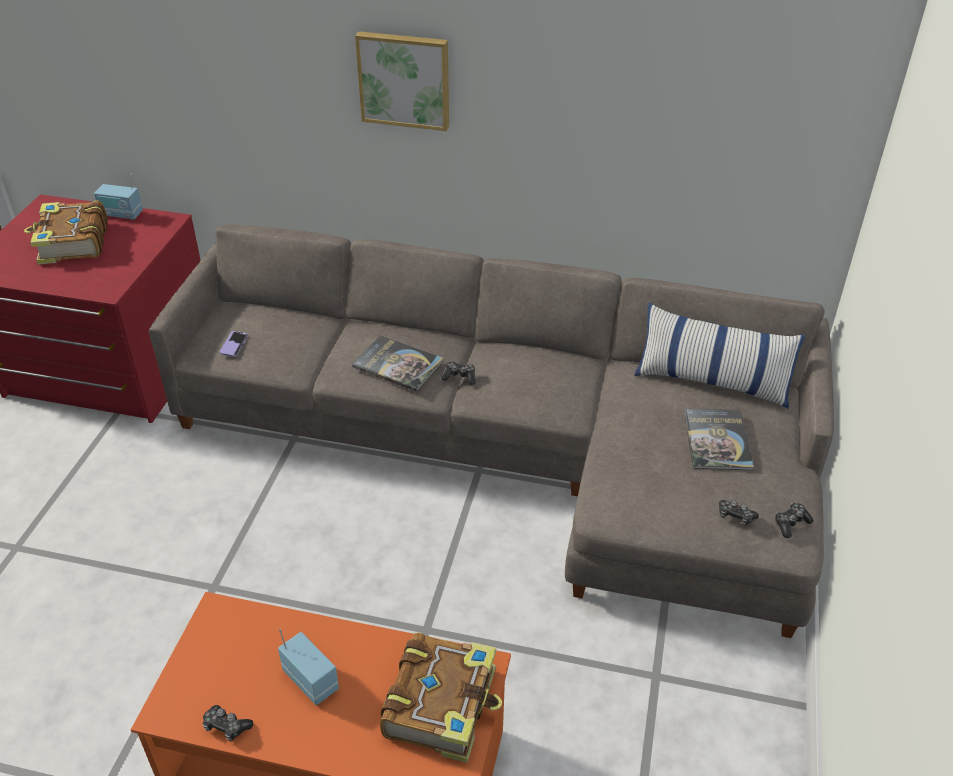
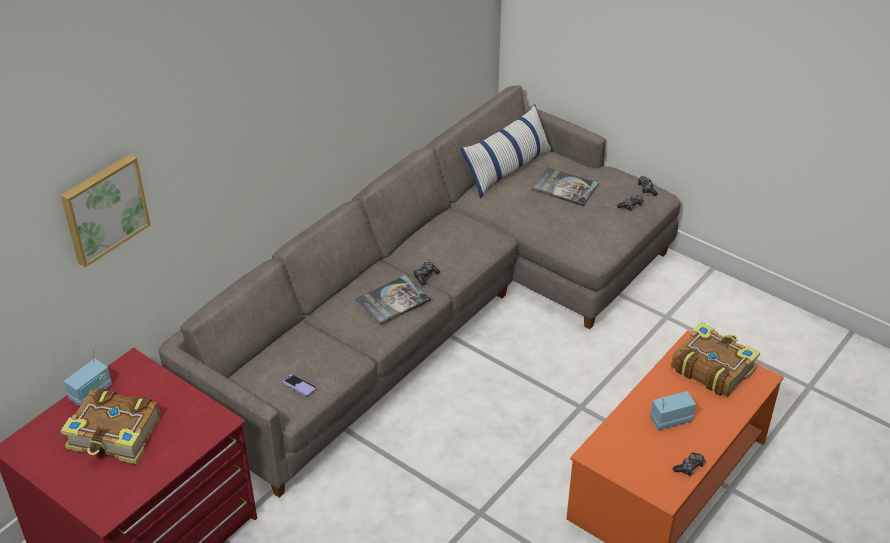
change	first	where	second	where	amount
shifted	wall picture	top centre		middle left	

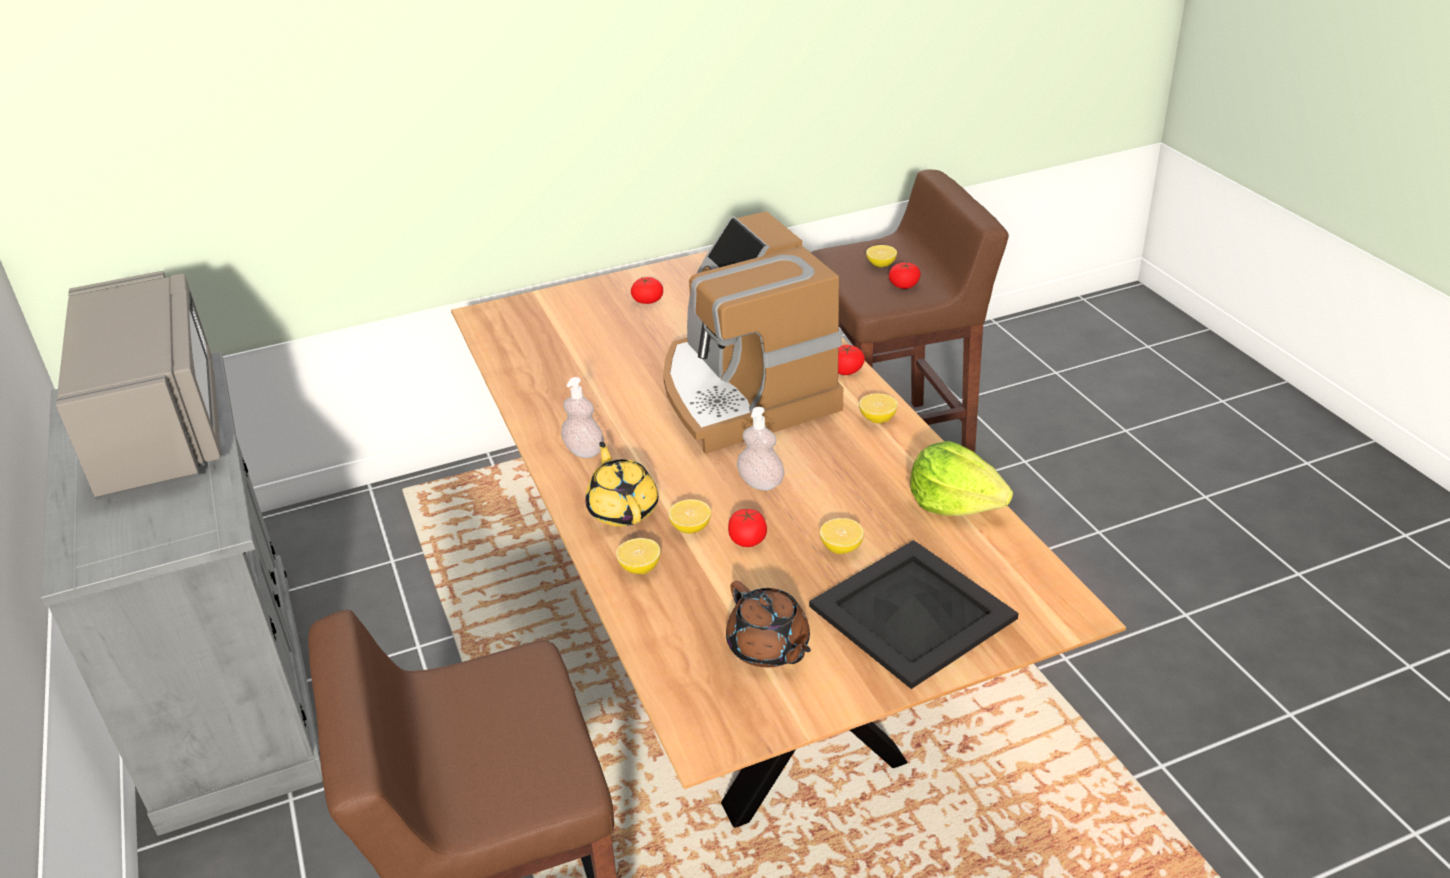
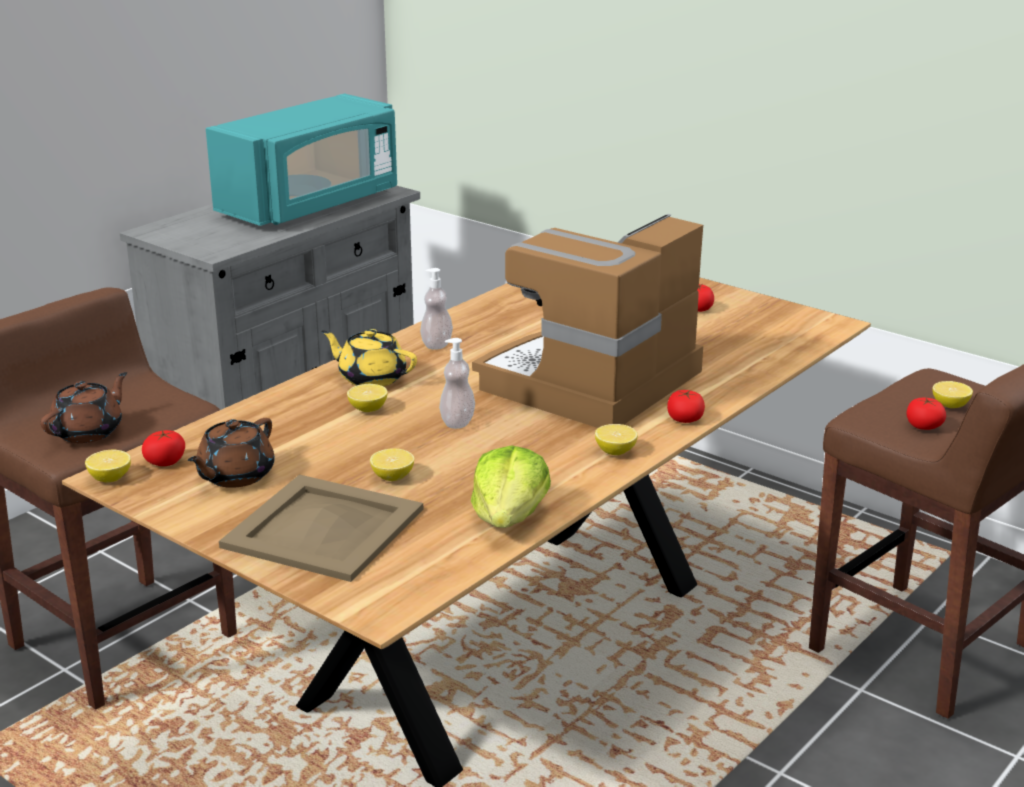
change	first	where	second	where	amount
new			brown tea pot (no. 1 from left)	middle left	
shifted	citrus fruit (no. 1 from left)	centre		middle left	
shifted	whole tomato (no. 2 from left in the first image)	centre	whole tomato (no. 1 from left)	middle left	
repainted	gray kitchen microwave	middle left	turquoise-coloured kitchen microwave	top left	
repainted	blackish tray	bottom centre	beige tray	bottom left	
rotated	yellow-coloured tea pot	centre		centre	105 degrees counterclockwise

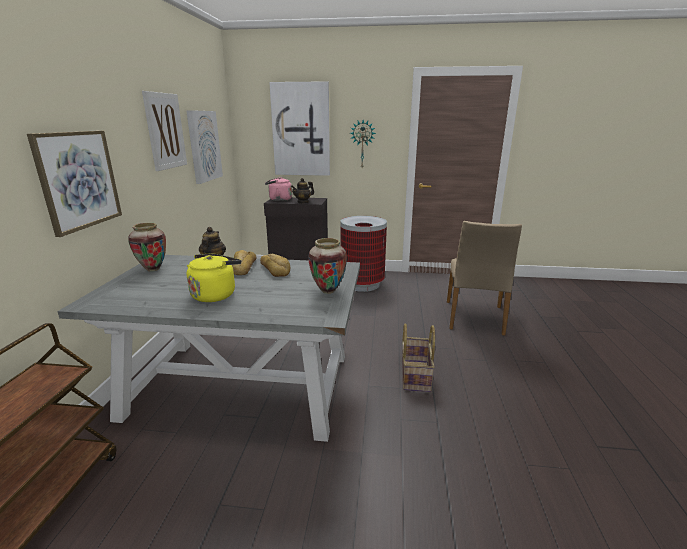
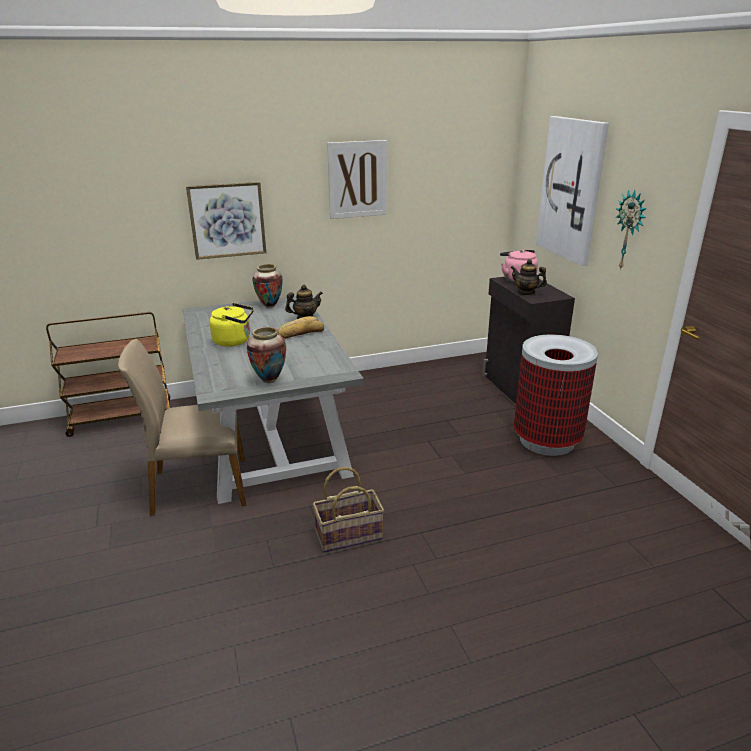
change	first	where	second	where	amount
shifted	beige upright chair	middle right		middle left	
gone	wall picture (no. 3 from left)	top left			
gone	baked bread (no. 2 from left)	centre			

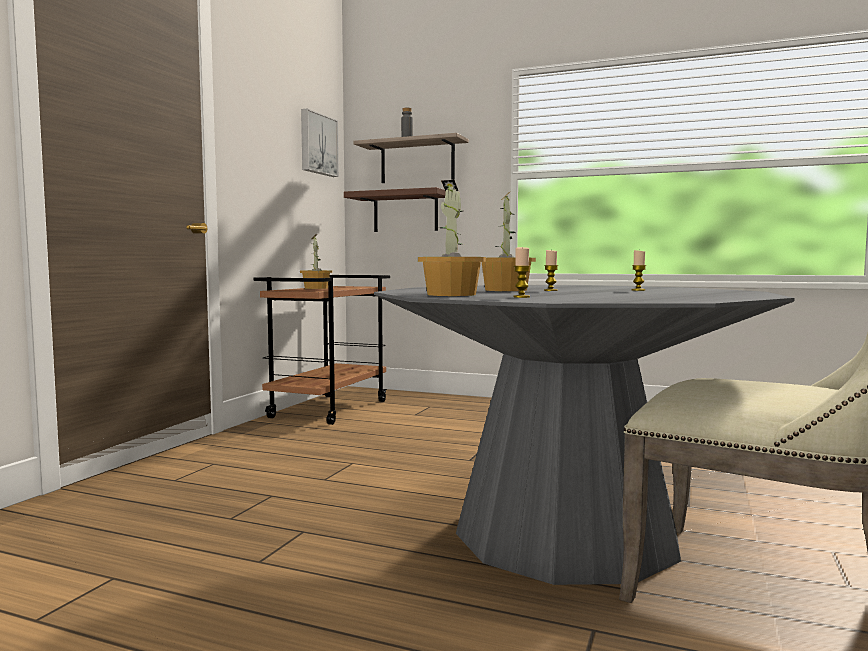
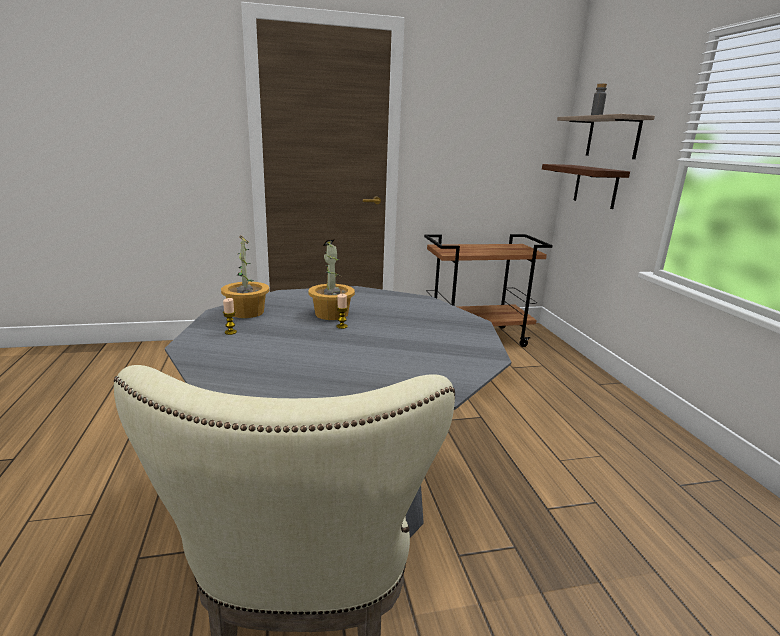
change	first	where	second	where	amount
gone	potted plant (no. 1 from left)	centre			
gone	wall picture	top centre			
gone	wax light (no. 3 from left)	middle right			

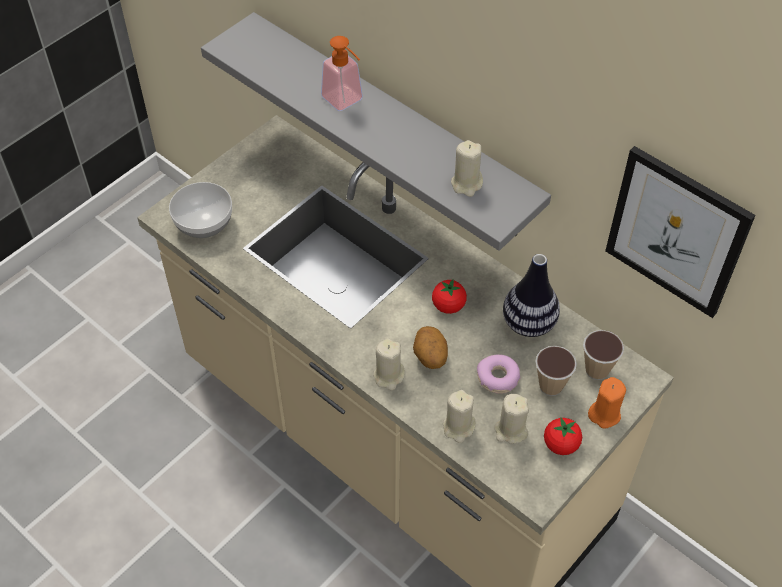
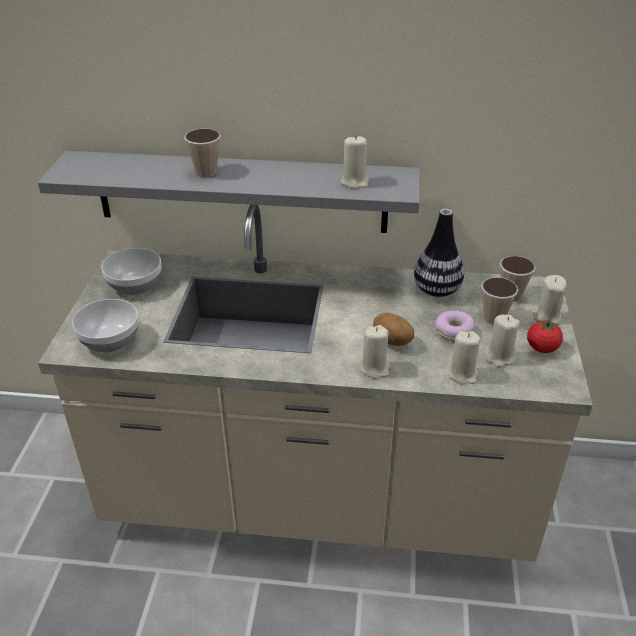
change	first	where	second	where	amount
new			deep dish (no. 2 from left)	middle left	
swapped	soap dispenser	top centre	drinking cup (no. 1 from left)	top left	
repainted	orange wax light	bottom right	beige wax light (no. 5 from left)	middle right	
gone	whole tomato (no. 1 from left)	centre			
gone	wall picture	middle right			

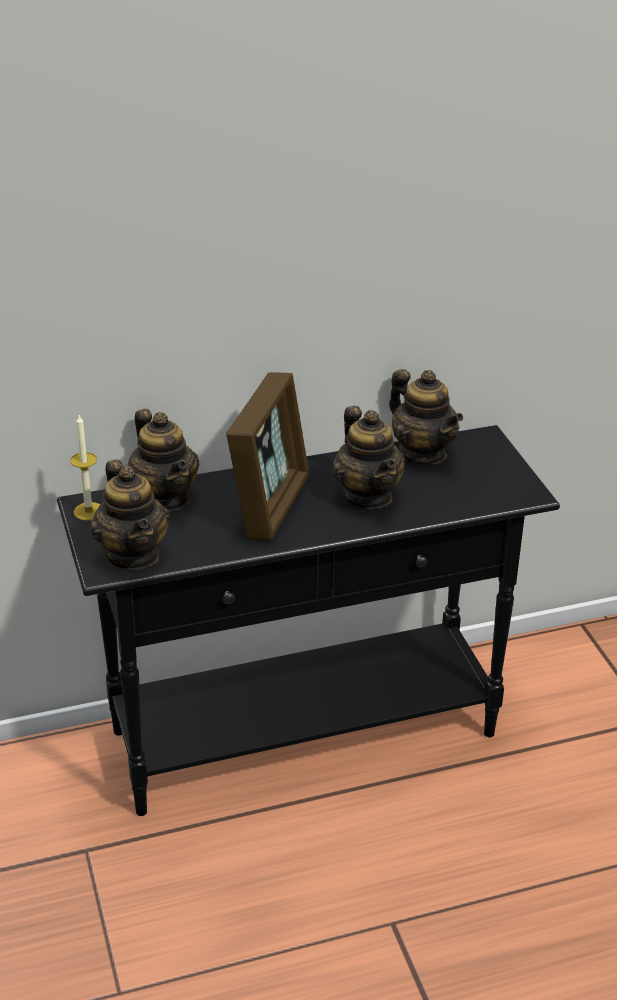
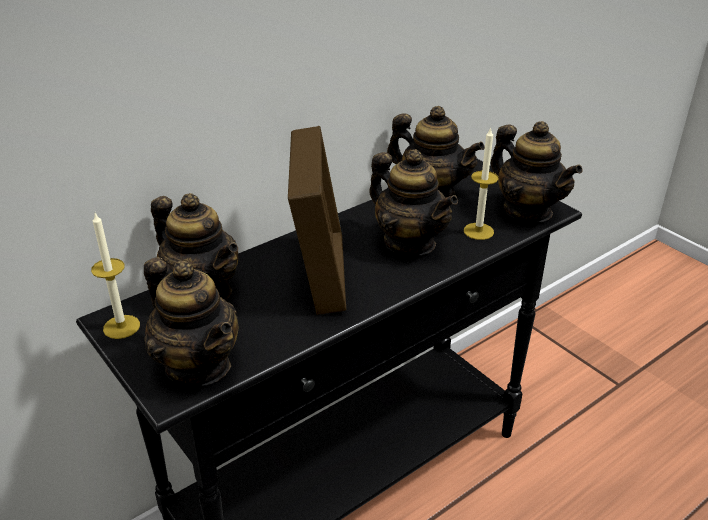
change	first	where	second	where	amount
new			wax light (no. 2 from left)	middle right	
new			tea pot (no. 5 from left)	top right	

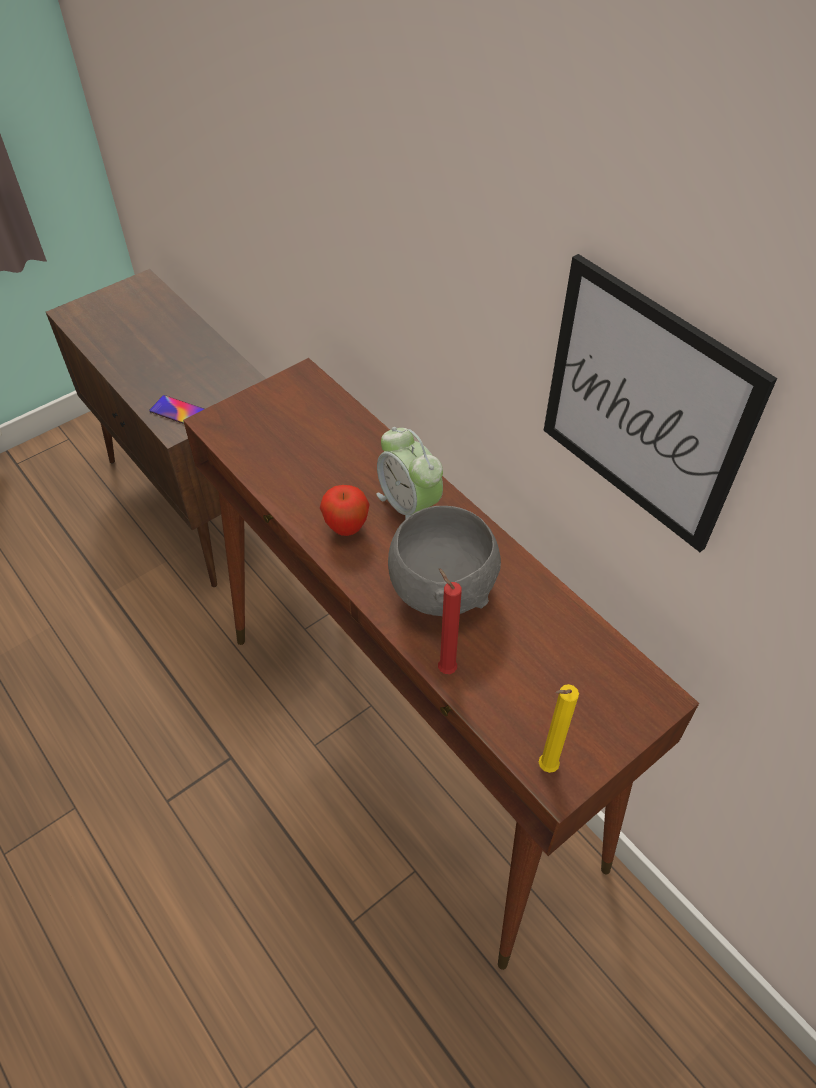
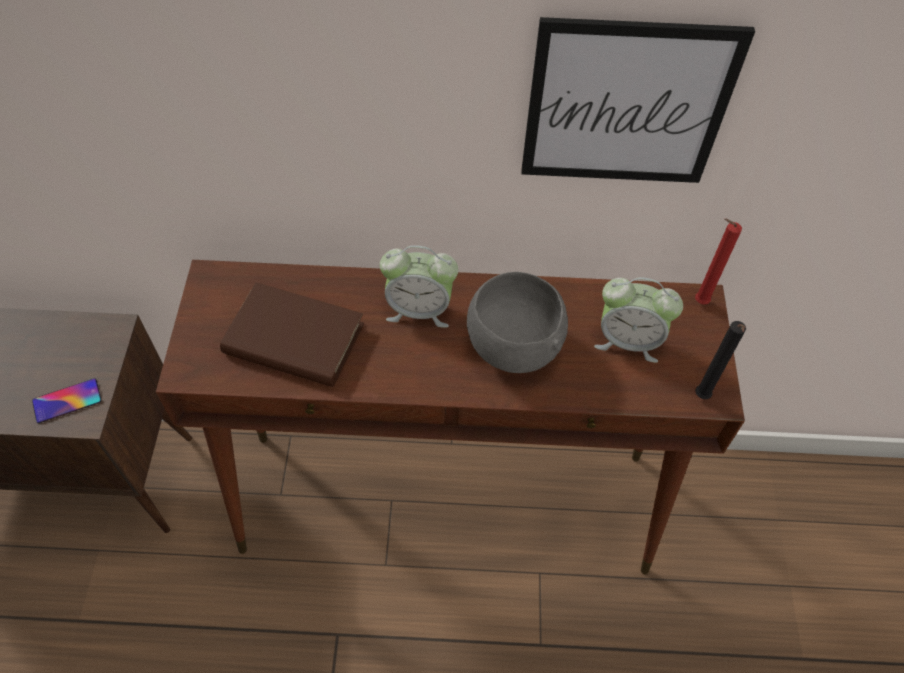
change	first	where	second	where	amount
new			brown bound book	middle left	
new			alarm clock (no. 2 from left)	middle right	
shifted	reddish wax light	centre		middle right	
repainted	yellow-coloured wax light	bottom right	blackish wax light	middle right	
gone	apple fruit	centre			

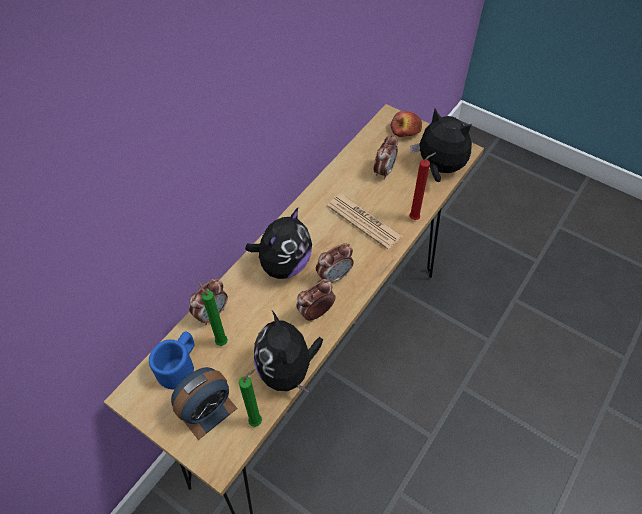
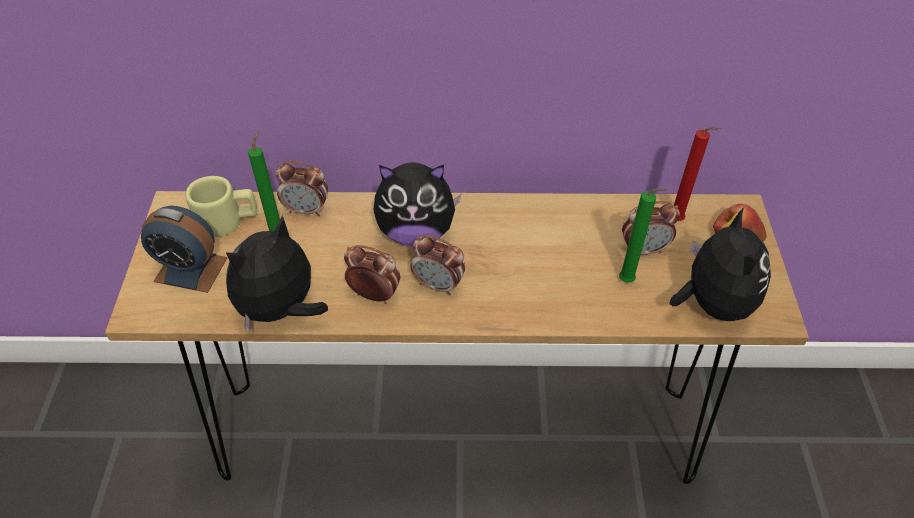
change	first	where	second	where	amount
repainted	blue tea mug	bottom left	beige tea mug	middle left	
shifted	green-coloured wax light (no. 2 from left)	bottom centre		middle right	
shifted	reddish wax light	centre		middle right	
gone	newspaper	centre			

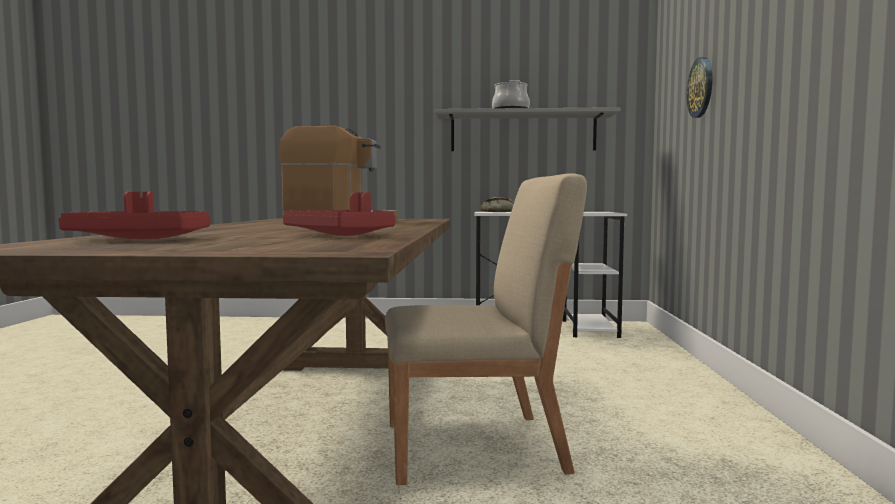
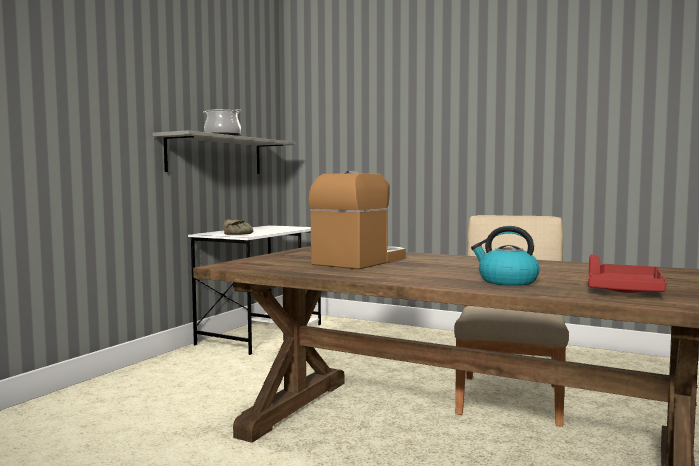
change	first	where	second	where	amount
new			kettle	middle right	
gone	reddish tray (no. 2 from left)	centre			
gone	wall clock	top right			

